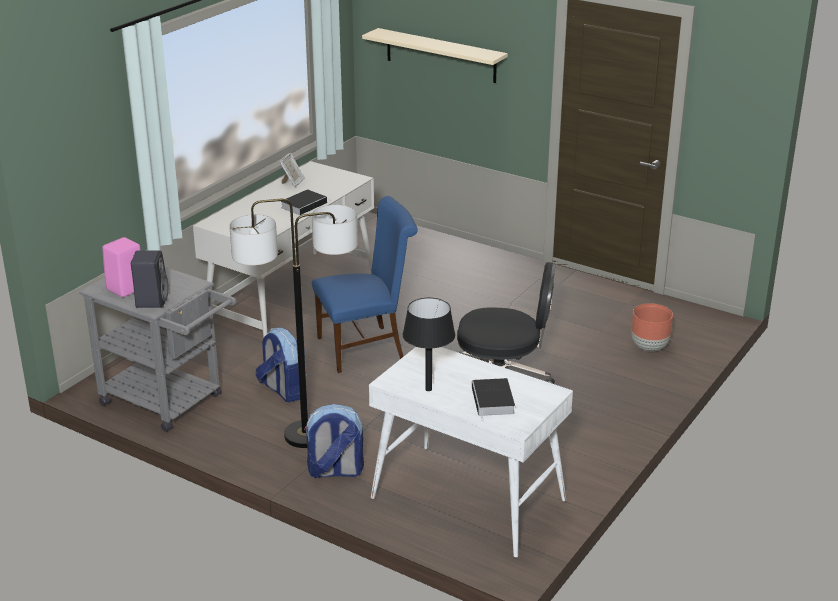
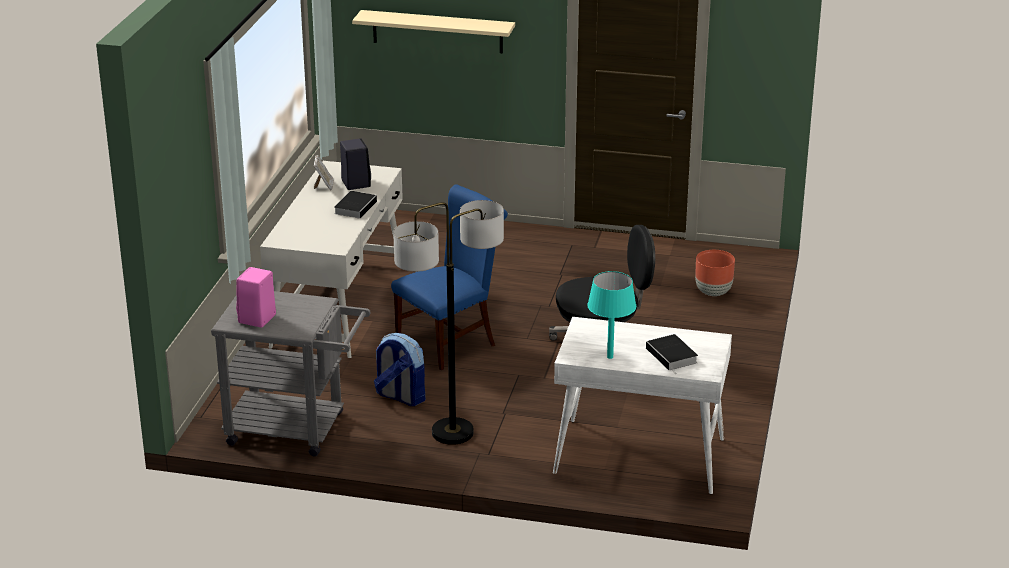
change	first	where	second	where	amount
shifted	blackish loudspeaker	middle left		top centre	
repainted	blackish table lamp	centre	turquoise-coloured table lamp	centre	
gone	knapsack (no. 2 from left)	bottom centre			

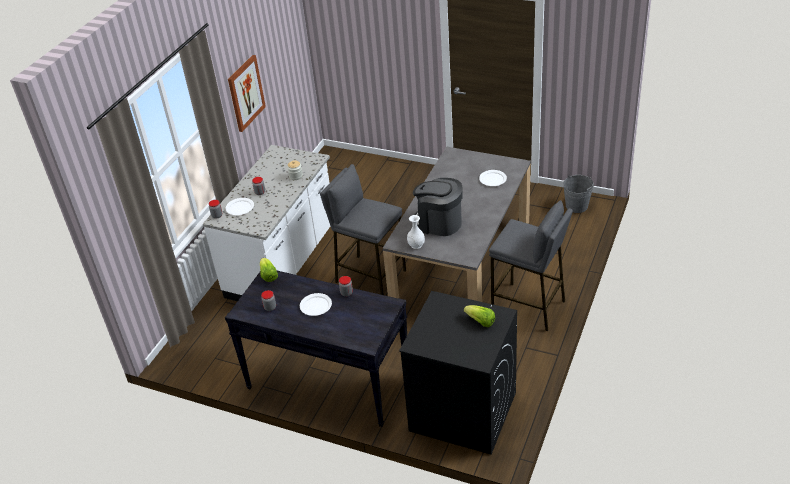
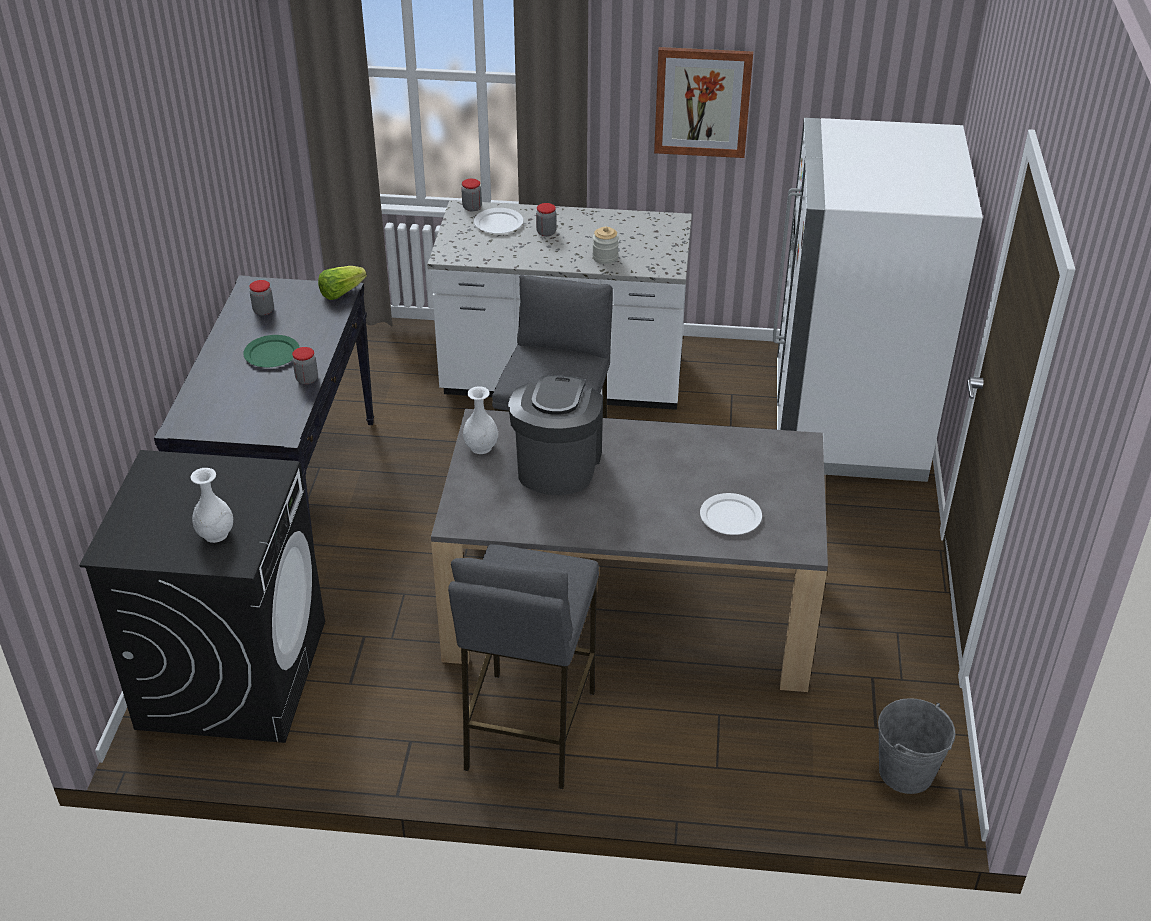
change	first	where	second	where	amount
swapped	lettuce (no. 2 from left)	centre	white vase (no. 1 from left)	middle left	
repainted	white plate (no. 2 from left)	centre	green-coloured plate	middle left	
new			white fridge	top right	

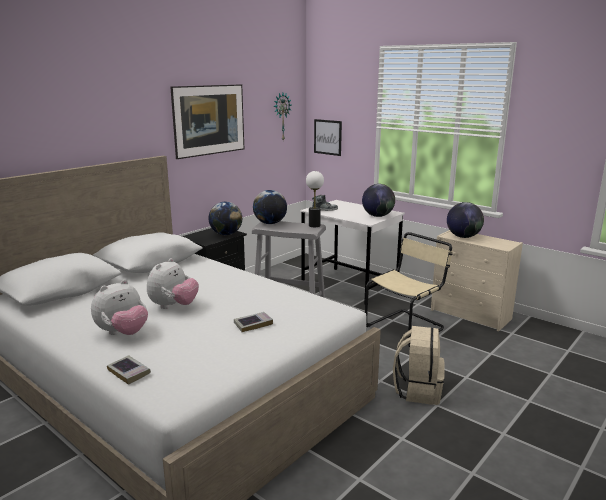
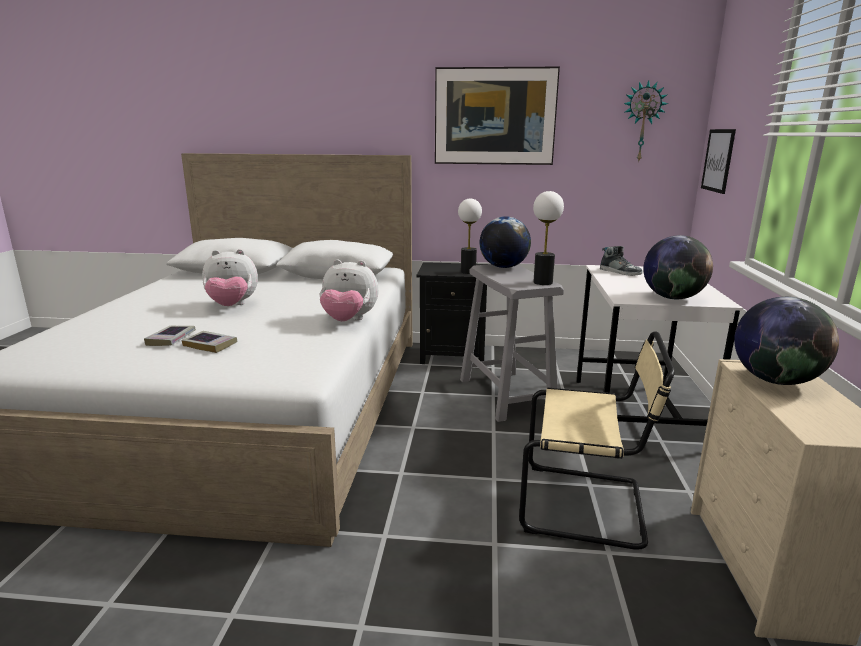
change	first	where	second	where	amount
shifted	bound book (no. 1 from left)	bottom left		middle left	
shifted	soft toy (no. 1 from left in the first image)	middle left	soft toy (no. 2 from left)	centre	
swapped	desk globe (no. 1 from left)	centre	table lamp (no. 1 from left)	centre	
gone	beige knapsack	bottom right			

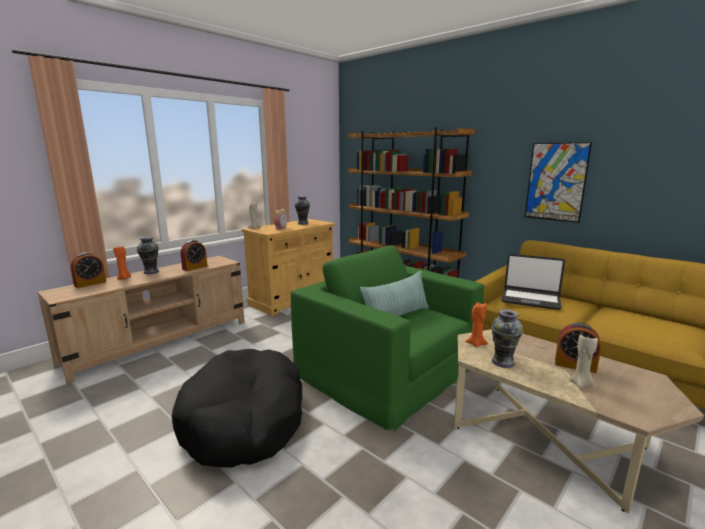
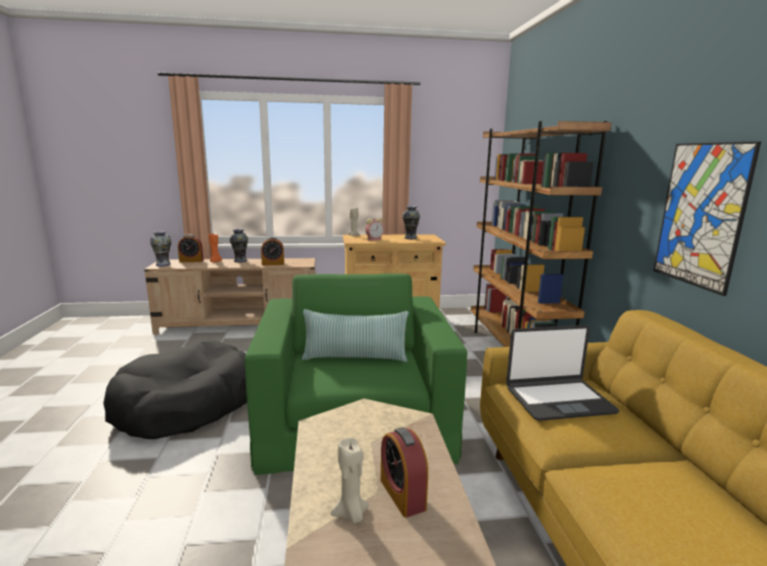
change	first	where	second	where	amount
shifted	vase (no. 3 from left in the first image)	middle right	vase (no. 1 from left)	middle left	
rotated	laptop	middle right		middle right	75 degrees counterclockwise
gone	orange wax light (no. 2 from left)	middle right			

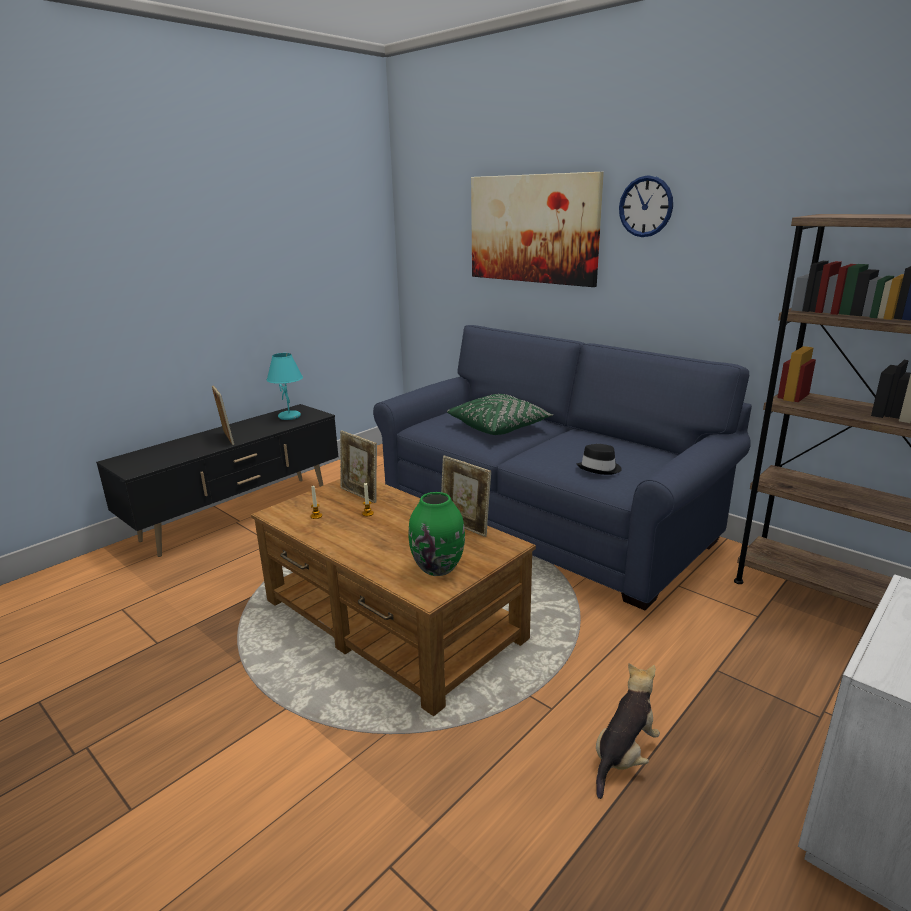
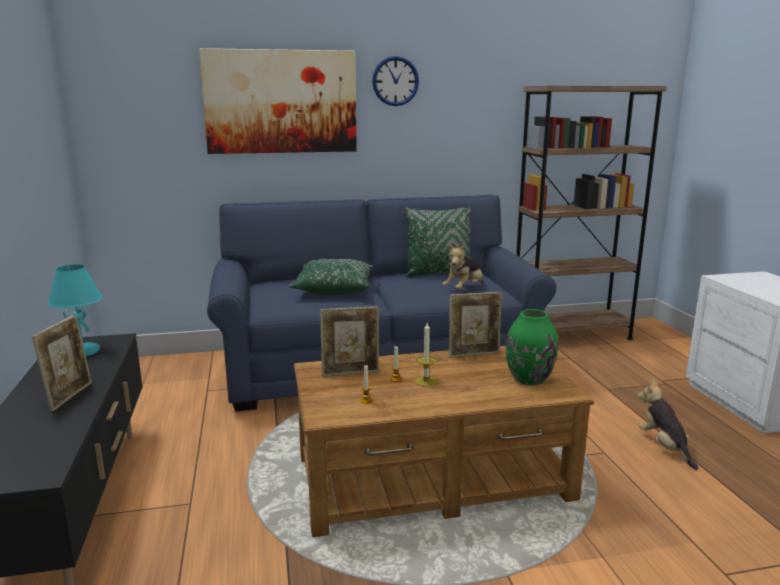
change	first	where	second	where	amount
rotated	photo frame (no. 1 from left)	middle left		middle left	90 degrees clockwise
new			green-coloured pillow (no. 2 from left)	centre	
new			wax light (no. 3 from left)	centre	
swapped	blackish clothing hat	centre	soft toy (no. 1 from left)	centre	

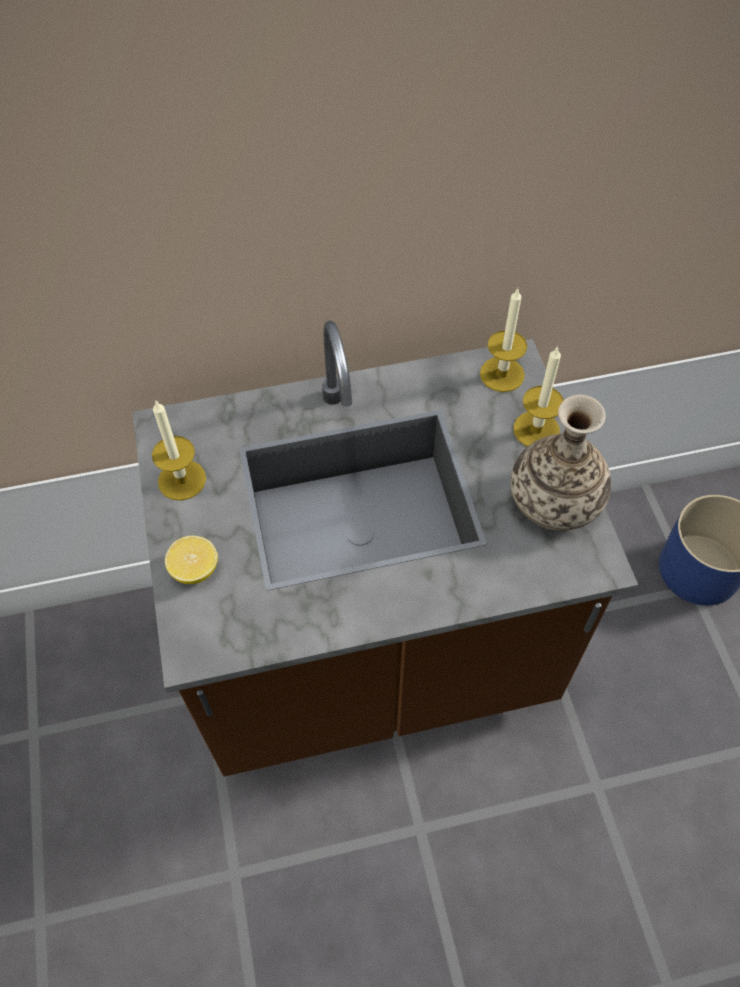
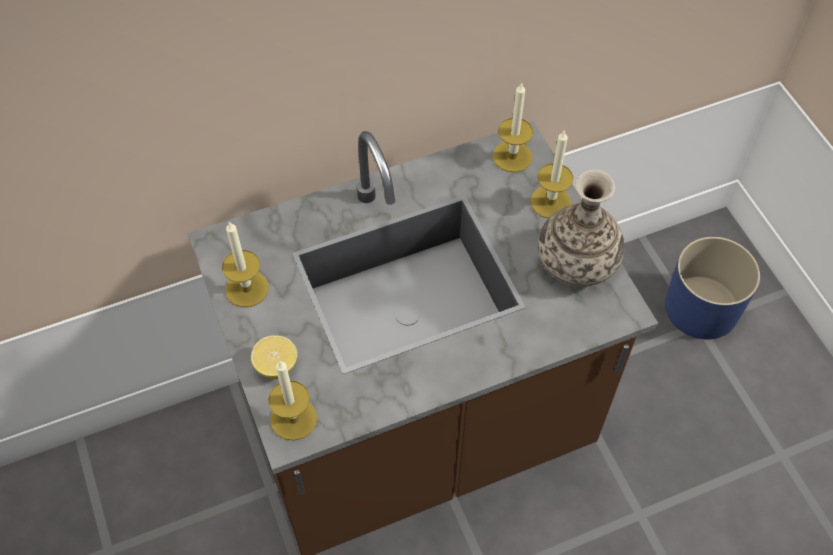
change	first	where	second	where	amount
new			wax light (no. 2 from left)	bottom centre	

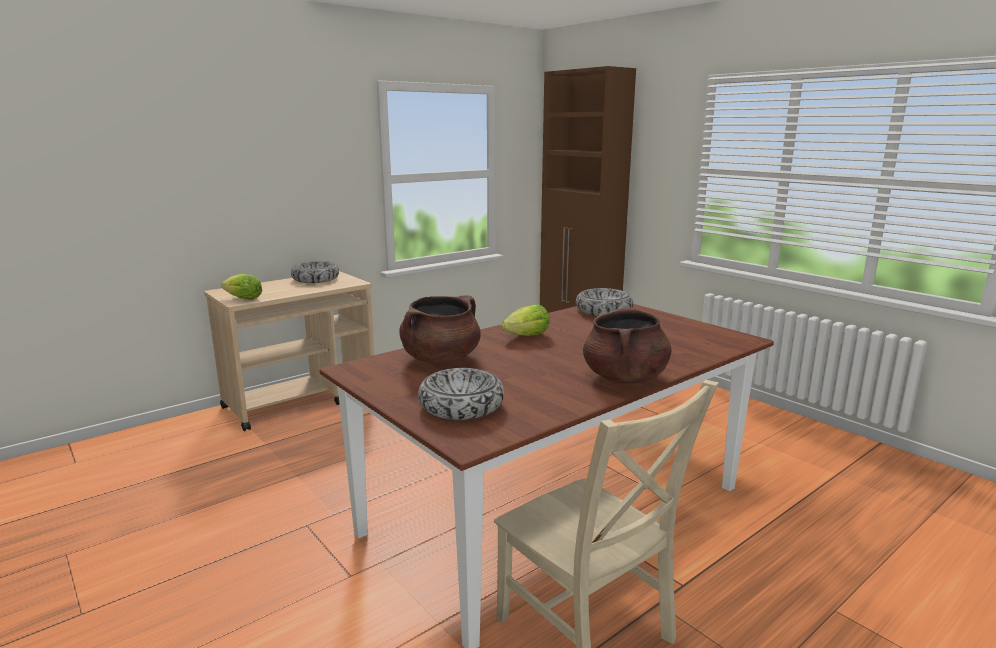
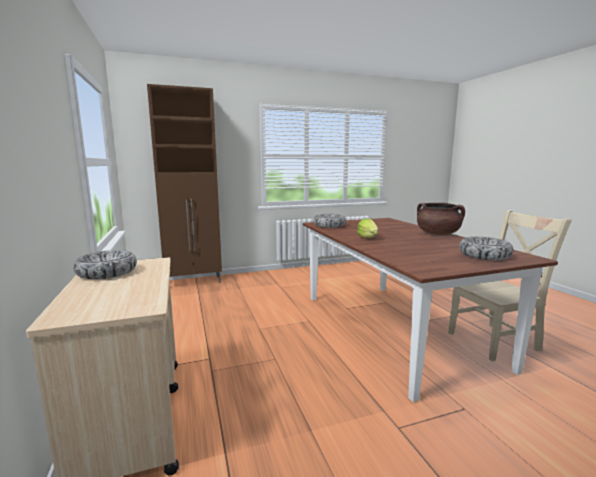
change	first	where	second	where	amount
gone	lettuce (no. 1 from left)	middle left			
gone	brown saucepot (no. 1 from left)	centre			

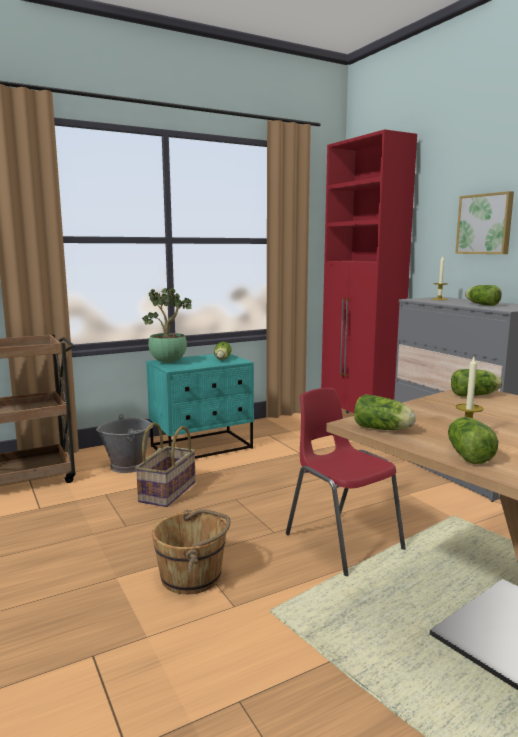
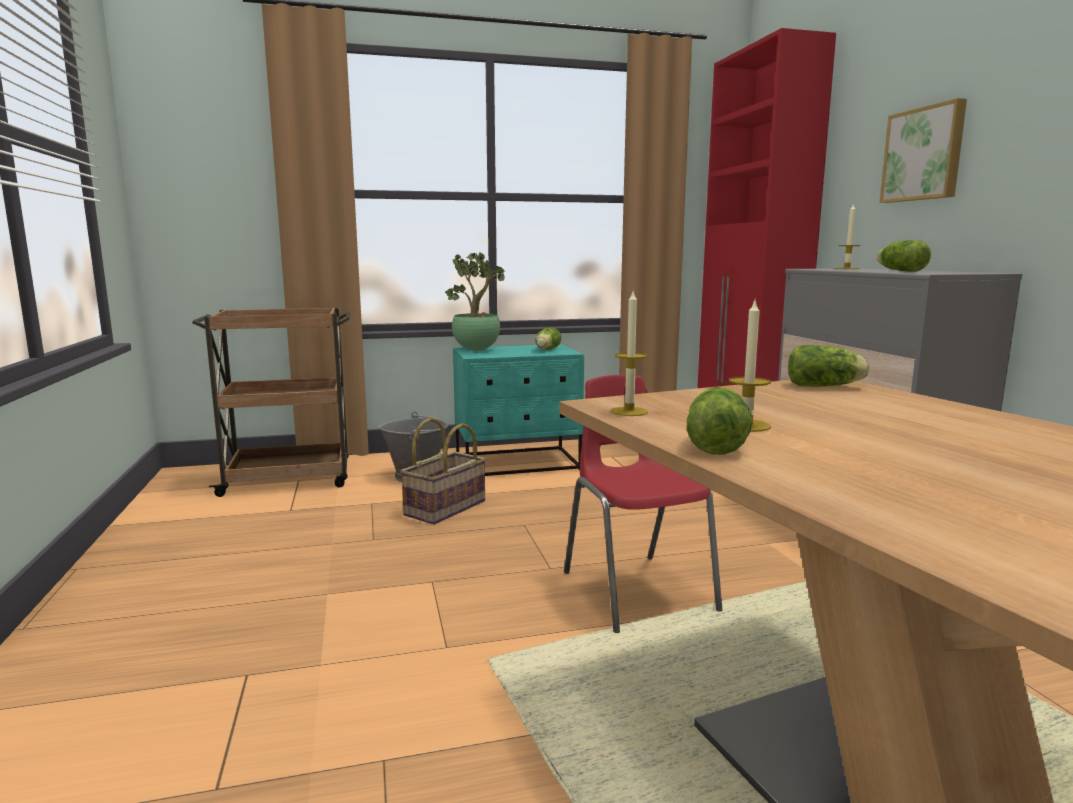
change	first	where	second	where	amount
swapped	lettuce (no. 2 from left)	middle right	wax light (no. 1 from left)	centre	
gone	brown bucket	bottom centre			

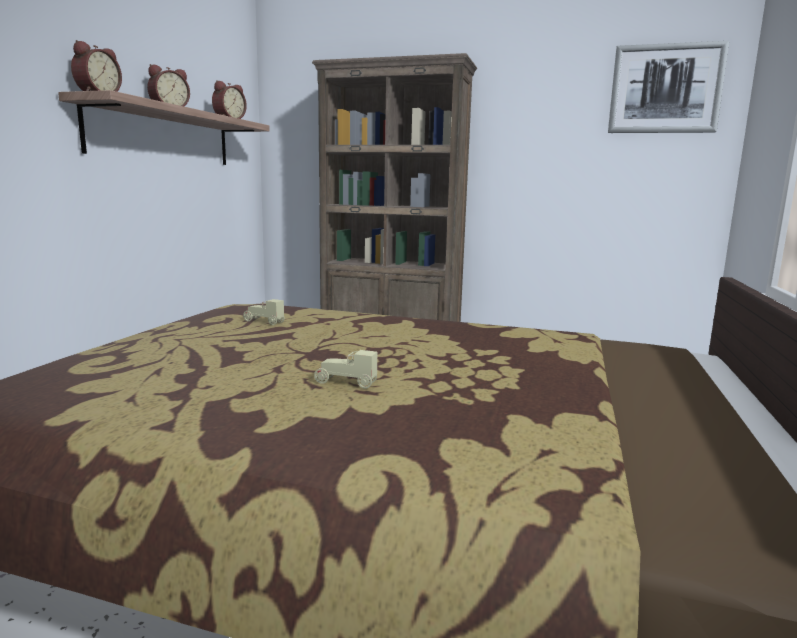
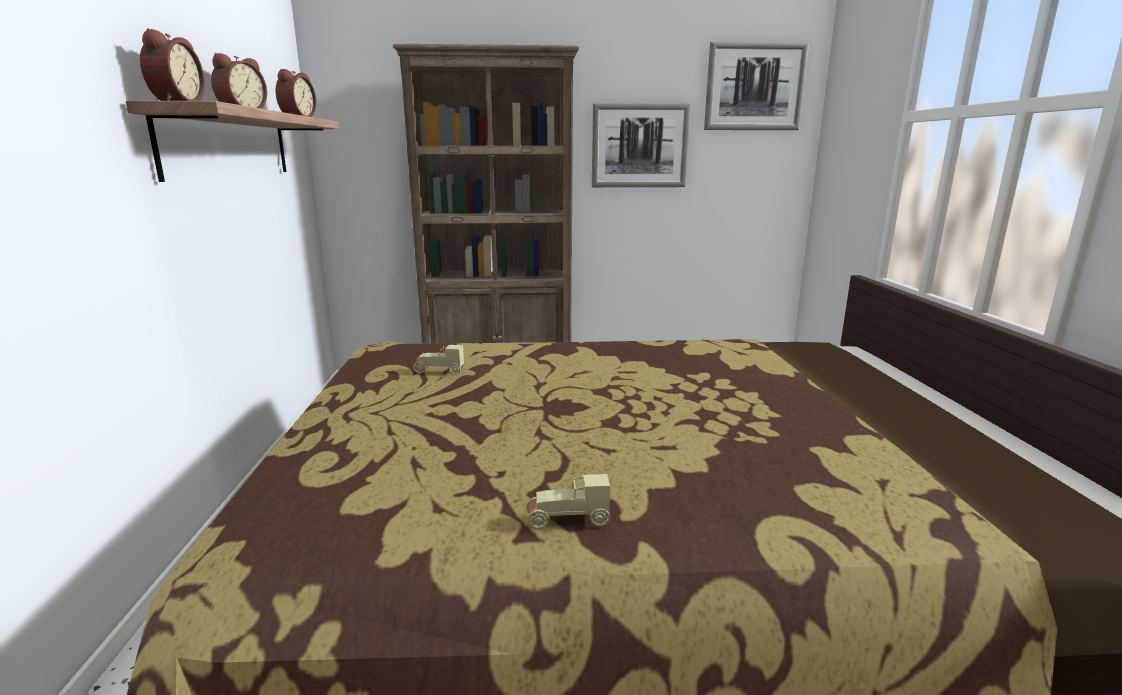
change	first	where	second	where	amount
shifted	beige miniature car (no. 2 from left)	centre		bottom centre	
new			wall picture (no. 1 from left)	top centre	

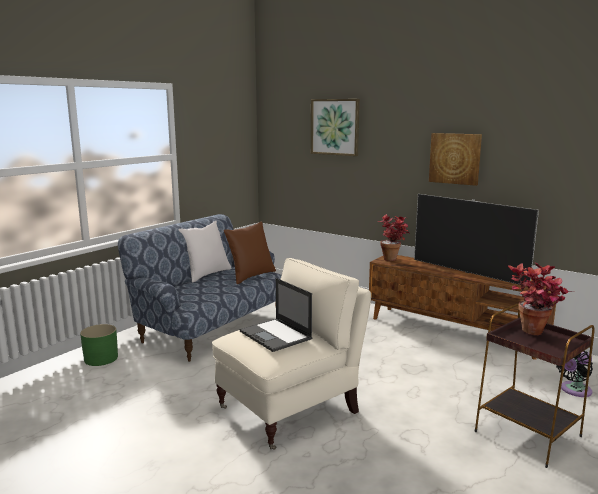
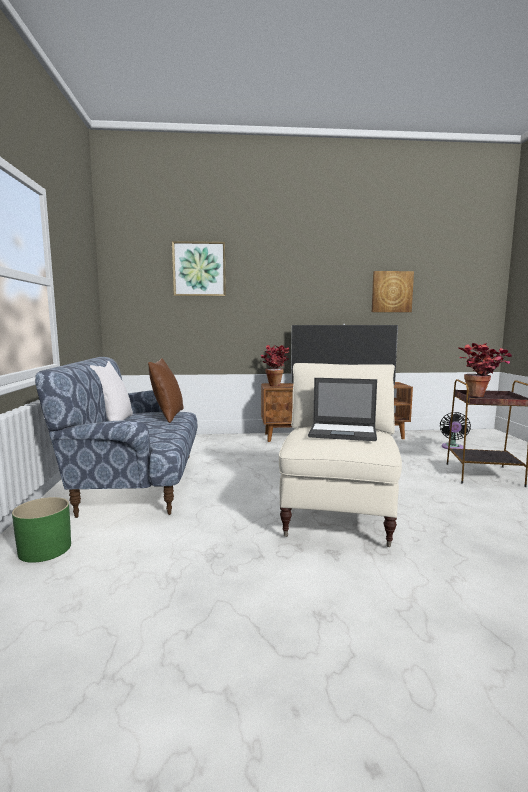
change	first	where	second	where	amount
shifted	wall picture (no. 2 from left)	top right		middle right	

